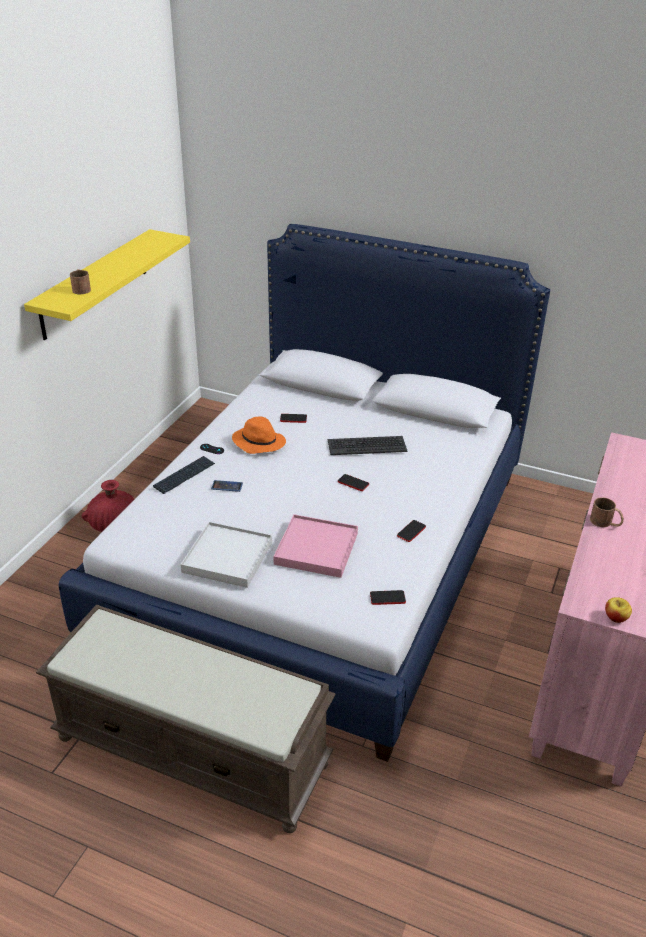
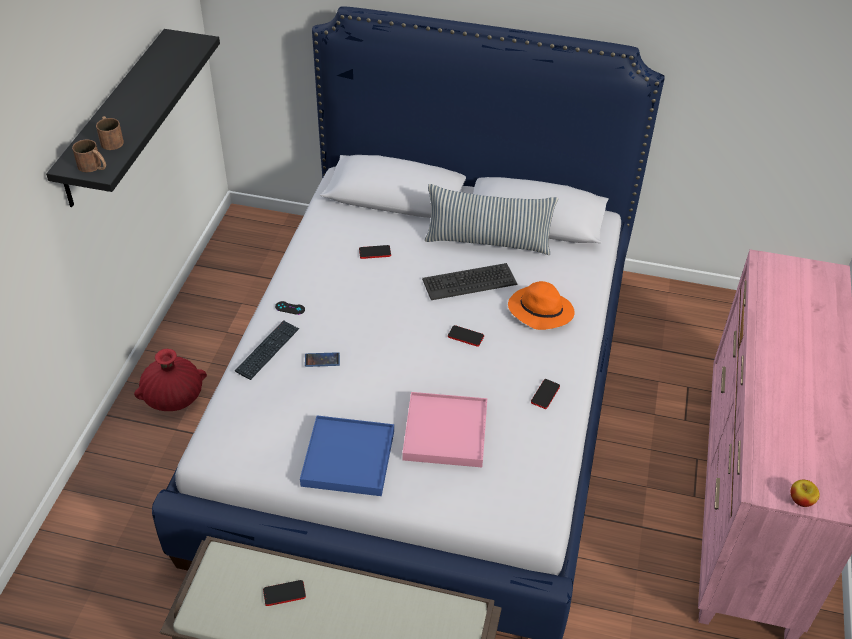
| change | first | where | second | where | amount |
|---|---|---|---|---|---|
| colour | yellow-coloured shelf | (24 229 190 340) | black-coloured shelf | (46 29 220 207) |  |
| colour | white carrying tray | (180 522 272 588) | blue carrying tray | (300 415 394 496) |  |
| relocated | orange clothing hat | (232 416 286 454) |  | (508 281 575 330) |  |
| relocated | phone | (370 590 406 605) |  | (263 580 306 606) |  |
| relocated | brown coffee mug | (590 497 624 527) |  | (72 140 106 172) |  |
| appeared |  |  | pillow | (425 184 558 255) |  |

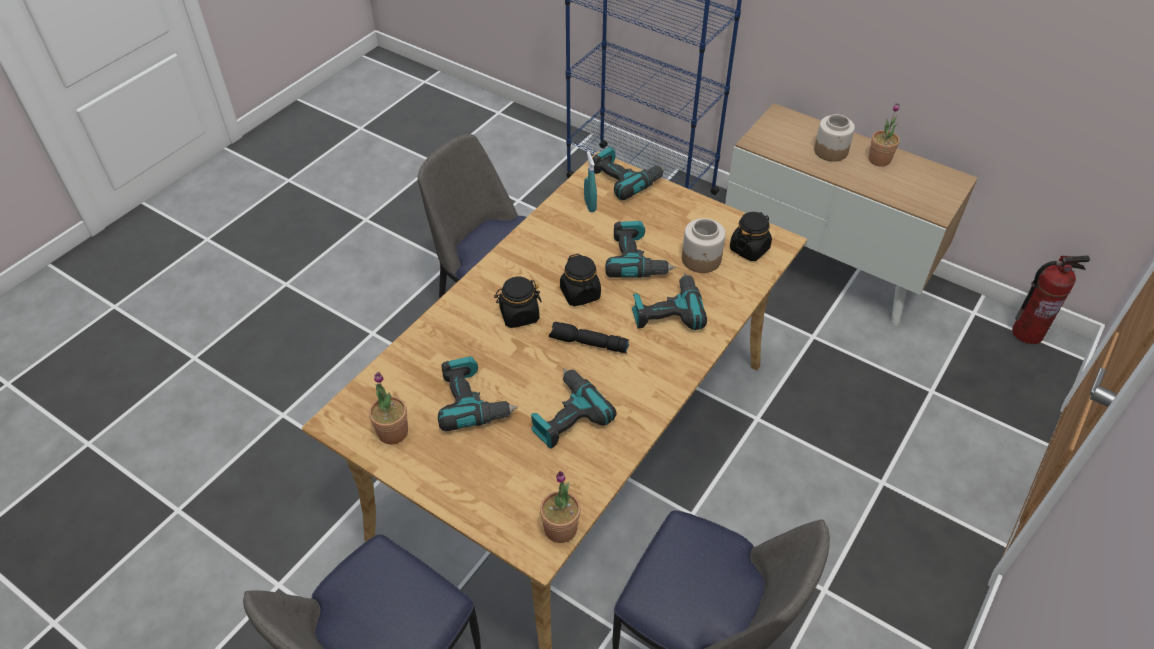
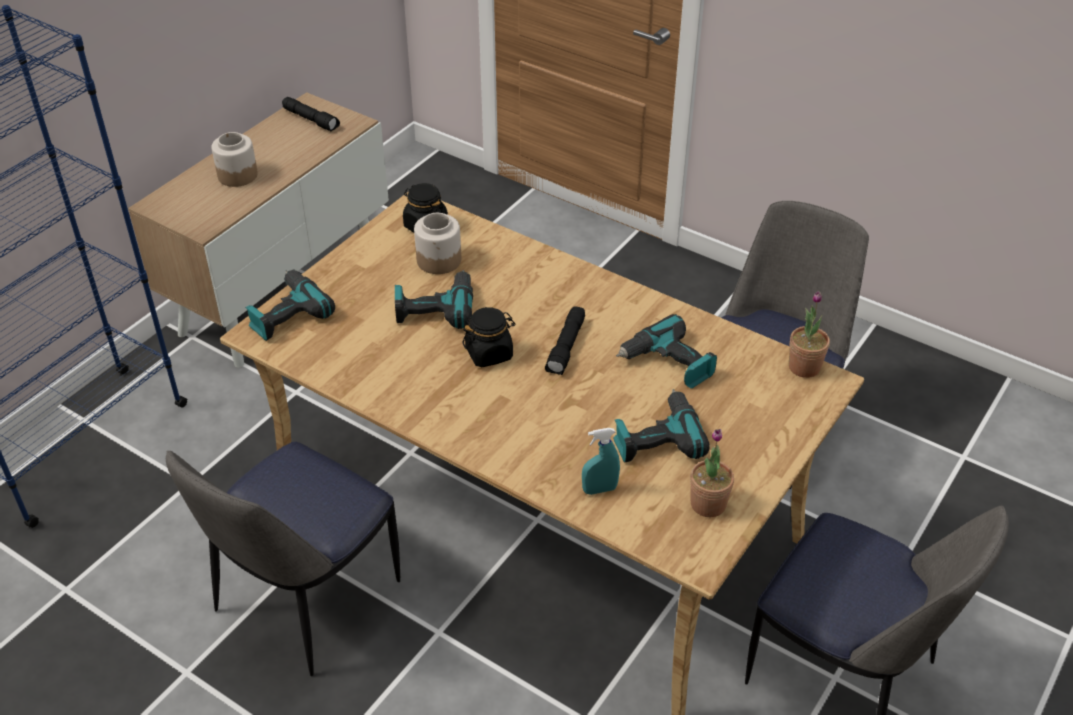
| change | first | where | second | where | amount |
|---|---|---|---|---|---|
| missing | black-coloured jar | (494 277 542 328) |  |  |  |
| relocated | turquoise-coloured spray bottle | (584 152 597 212) |  | (582 428 620 495) |  |
| missing | power drill | (632 273 707 330) |  |  |  |
| missing | plant in a pot | (869 103 900 167) |  |  |  |
| missing | extinguisher | (1012 255 1090 344) |  |  |  |
| appeared |  |  | black-coloured hand torch | (282 97 340 131) |  |

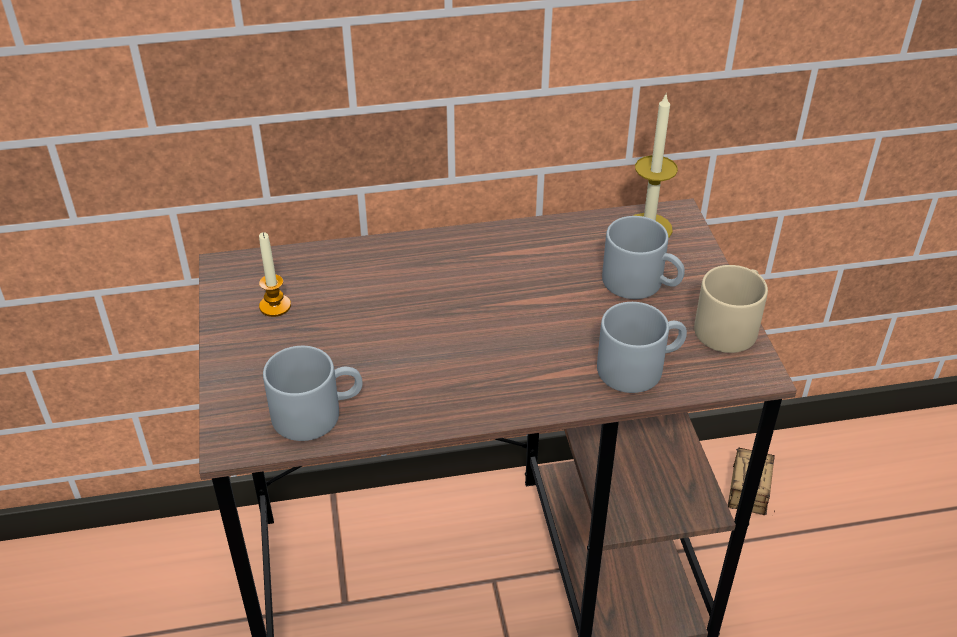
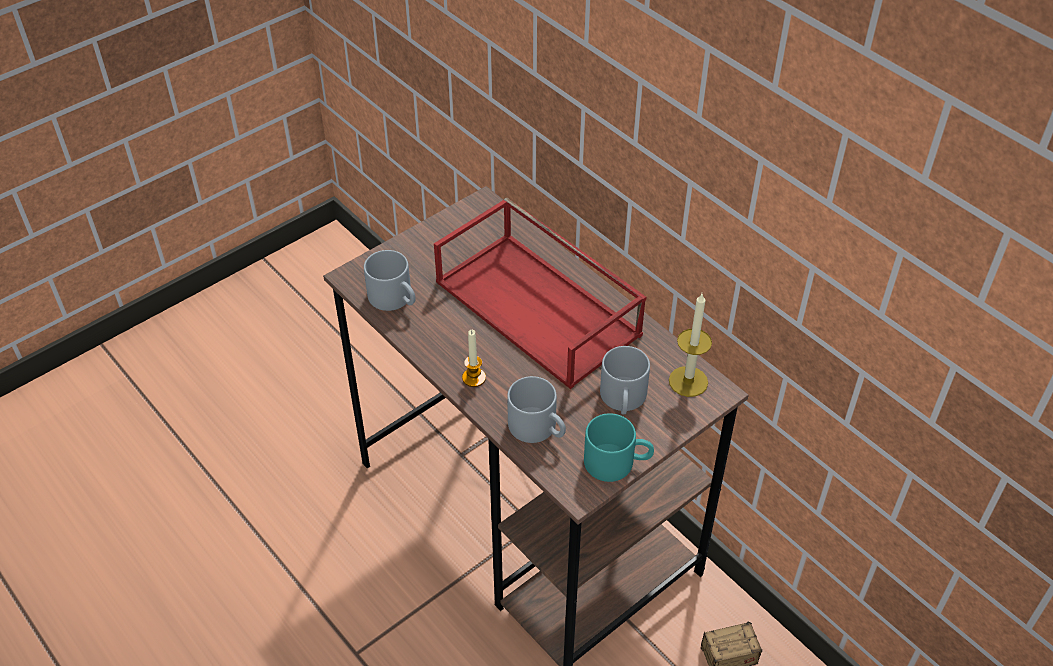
| change | first | where | second | where | amount |
|---|---|---|---|---|---|
| relocated | candle | (259 232 291 317) |  | (462 330 486 387) |  |
| colour | beige-coloured coffee mug | (694 265 768 353) | turquoise-coloured coffee mug | (584 413 654 482) |  |
| appeared |  |  | red-coloured carrying tray | (434 197 646 389) |  |

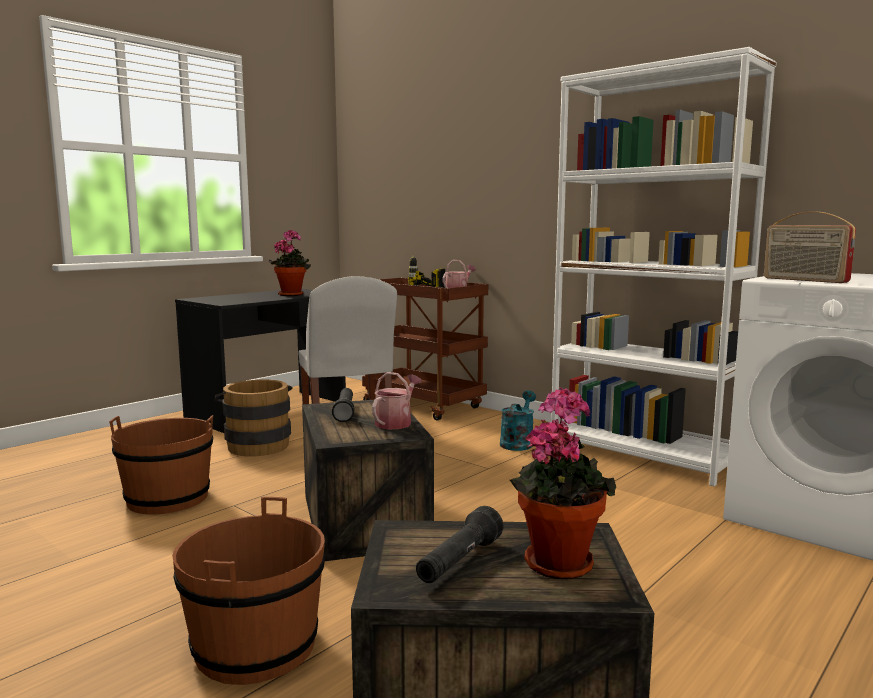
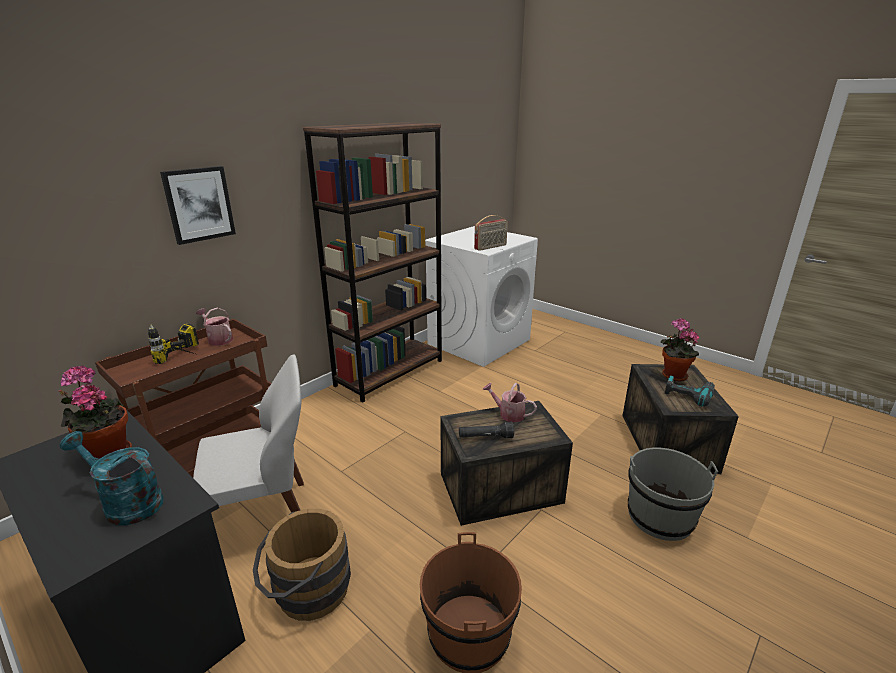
| change | first | where | second | where | amount |
|---|---|---|---|---|---|
| colour | brown pail | (172 497 325 685) | greyish pail | (628 448 718 541) |  |
| exchanged | black-coloured hand torch | (416 506 504 583) | power drill | (665 375 715 407) |  |
| relocated | turquoise-coloured sprinkling can | (500 390 536 451) |  | (60 431 164 526) |  |
| colour | white bookshelf | (551 47 777 487) | brown bookshelf | (303 122 442 403) |  |
| appeared |  |  | wall picture | (160 166 236 245) |  |

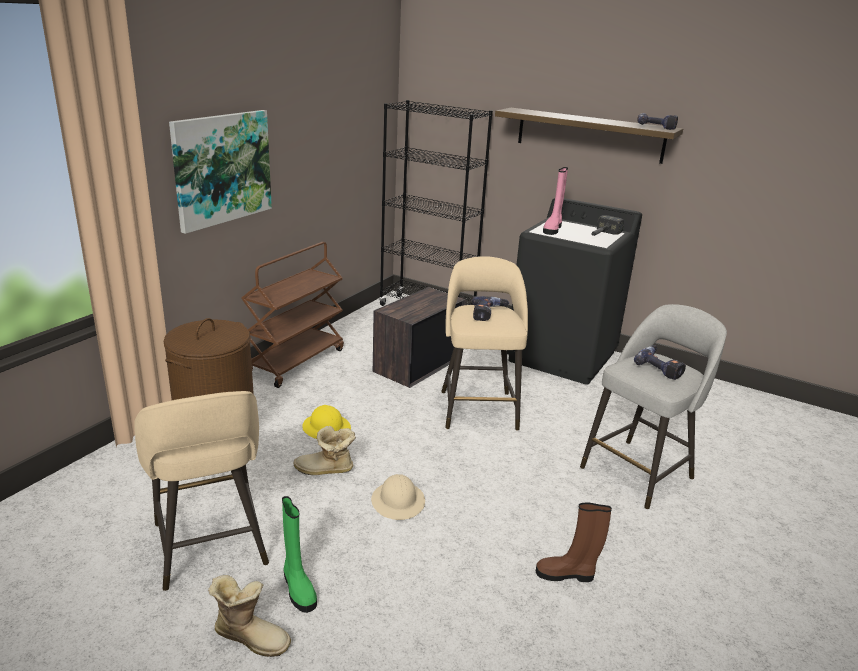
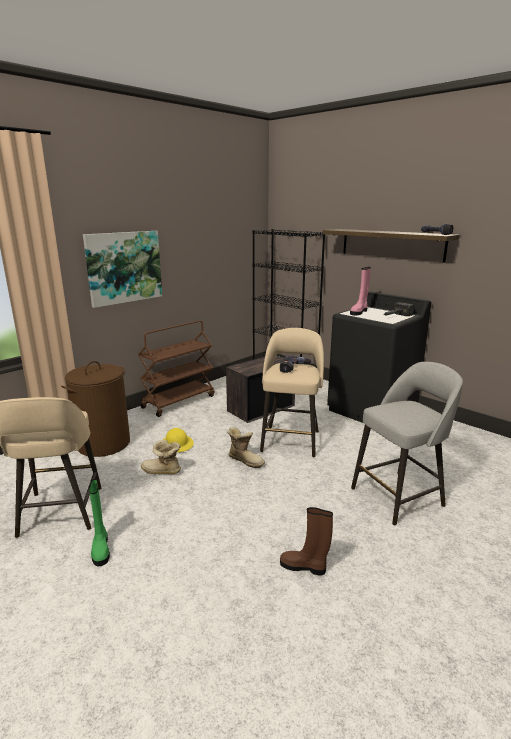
| change | first | where | second | where | amount |
|---|---|---|---|---|---|
| relocated | boot | (208 575 291 657) |  | (227 427 265 468) |  |
| missing | beige-coloured safety helmet | (371 474 425 520) |  |  |  |
| missing | power drill | (634 345 686 380) |  |  |  |

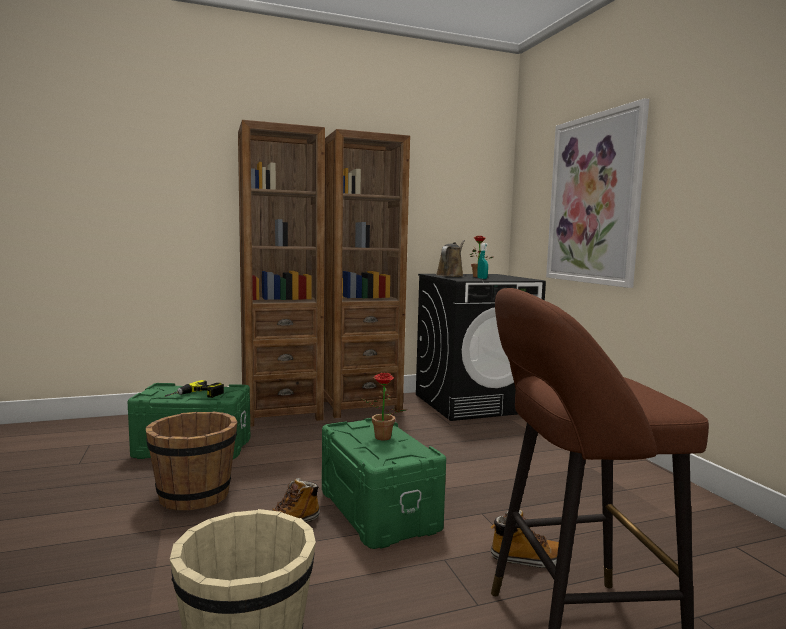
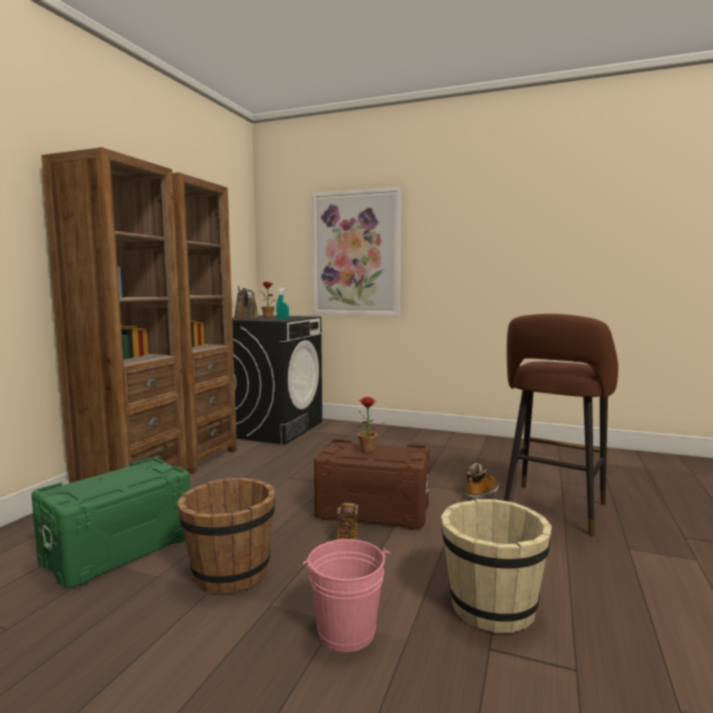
| change | first | where | second | where | amount |
|---|---|---|---|---|---|
| missing | power drill | (165 380 224 398) |  |  |  |
| colour | green storage bin | (322 418 446 549) | brown storage bin | (314 439 430 529) |  |
| appeared |  |  | pink pail | (303 539 390 652) |  |

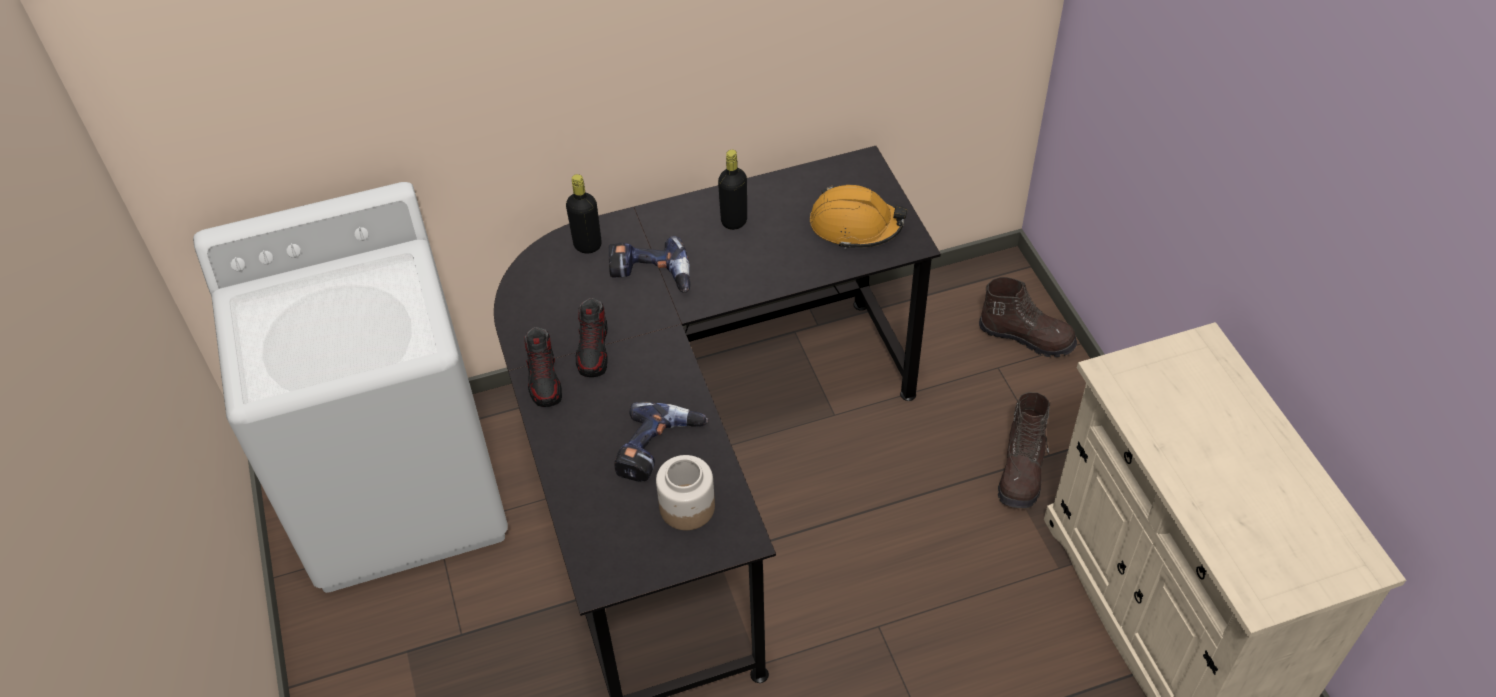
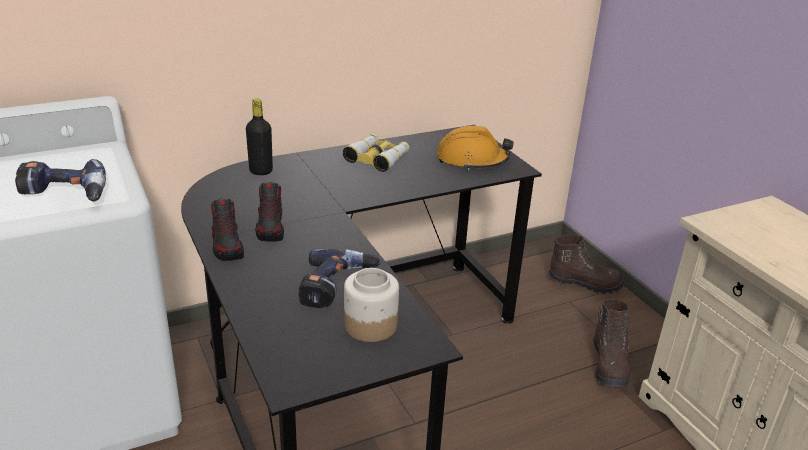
| change | first | where | second | where | amount |
|---|---|---|---|---|---|
| relocated | power drill | (609 236 690 293) |  | (15 159 106 201) |  |
| exchanged | black-coloured beverage bottle | (718 150 747 230) | field glasses | (342 134 409 172) |  |

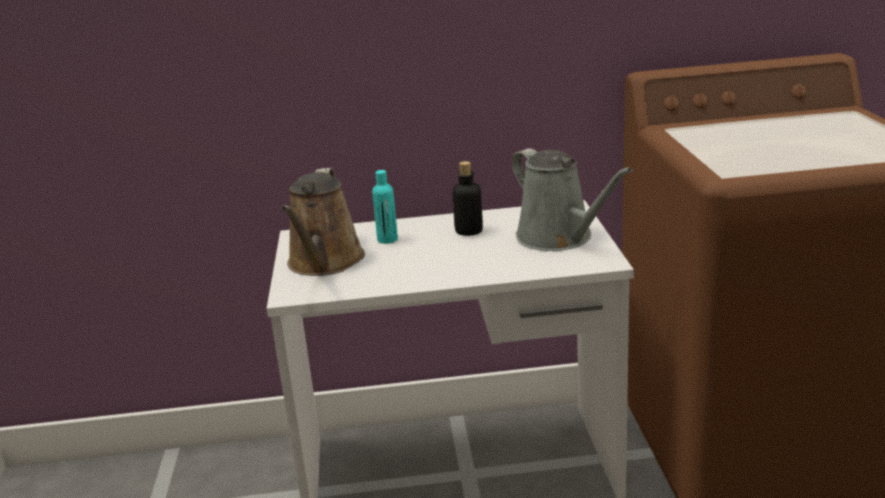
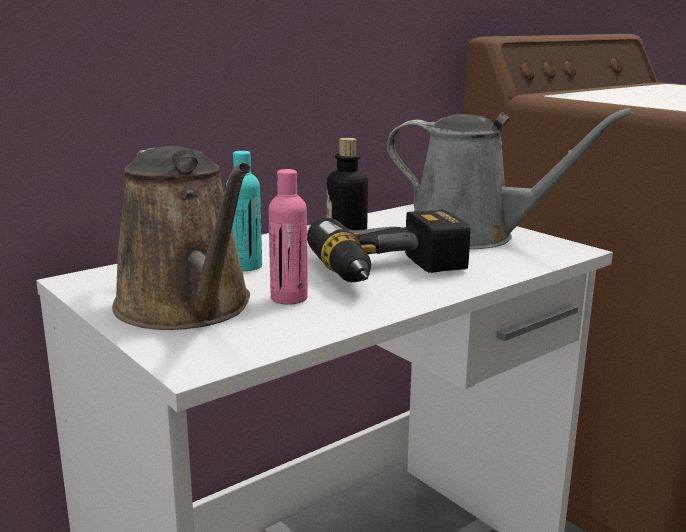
| change | first | where | second | where | amount |
|---|---|---|---|---|---|
| appeared |  |  | pink beverage bottle | (269 169 308 305) |  |
| appeared |  |  | power drill | (307 210 470 282) |  |

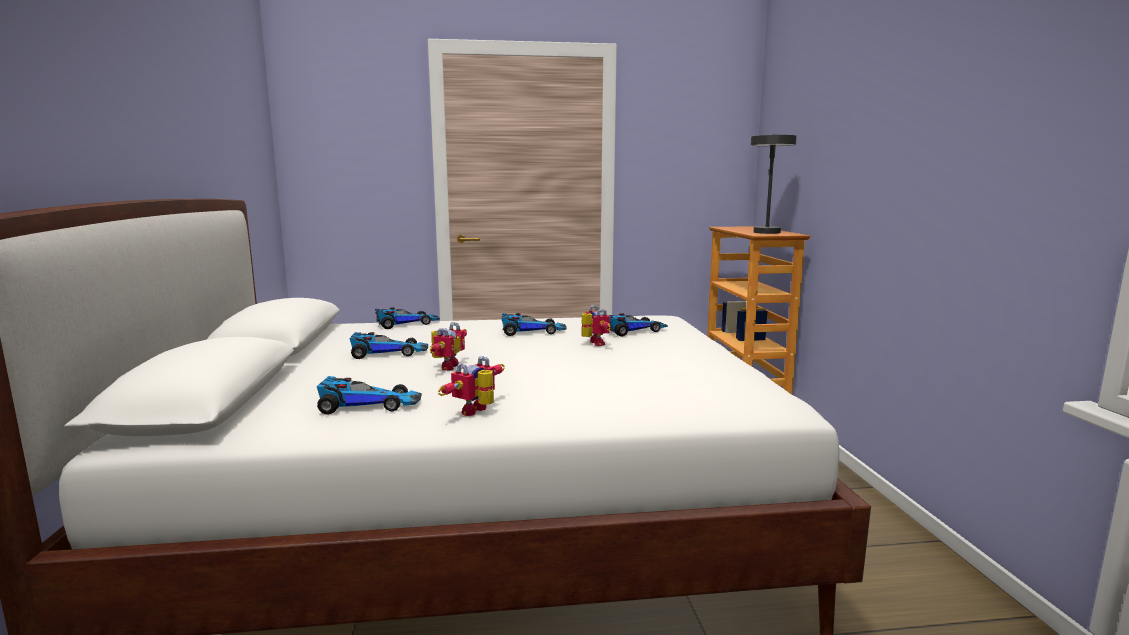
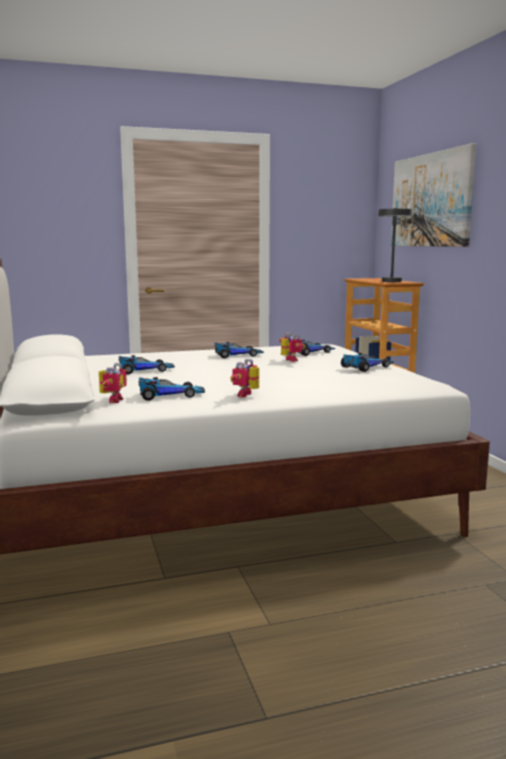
| change | first | where | second | where | amount |
|---|---|---|---|---|---|
| relocated | miniature car | (375 307 440 329) |  | (341 353 394 372) |  |
| relocated | robot figure | (430 322 467 371) |  | (99 363 127 403) |  |
| appeared |  |  | wall picture | (391 143 476 247) |  |

